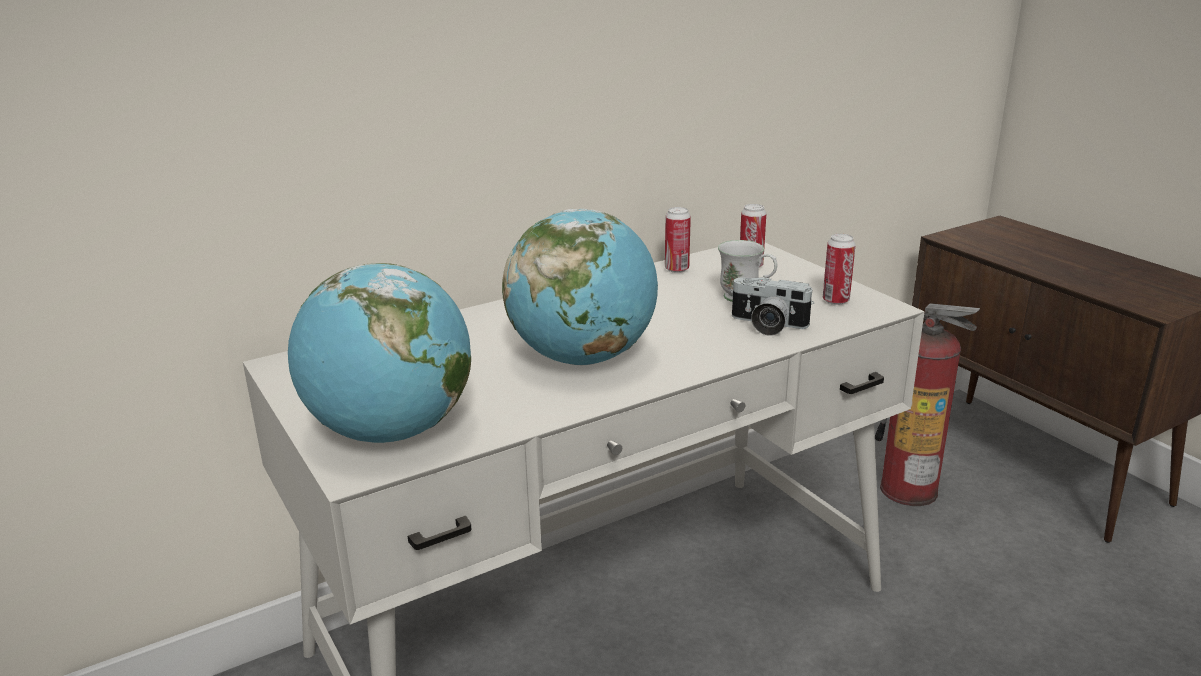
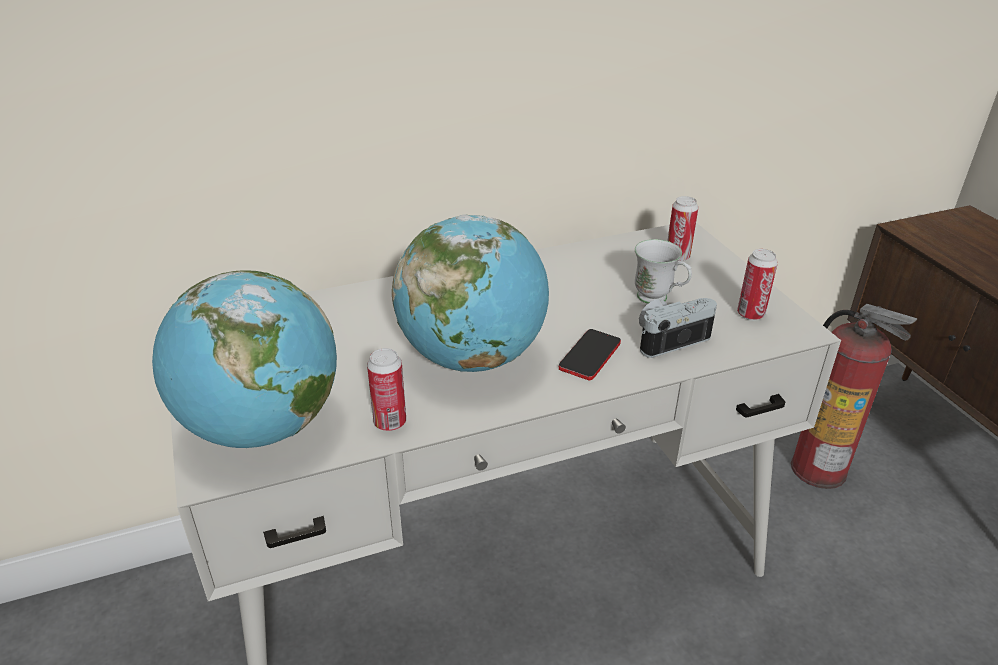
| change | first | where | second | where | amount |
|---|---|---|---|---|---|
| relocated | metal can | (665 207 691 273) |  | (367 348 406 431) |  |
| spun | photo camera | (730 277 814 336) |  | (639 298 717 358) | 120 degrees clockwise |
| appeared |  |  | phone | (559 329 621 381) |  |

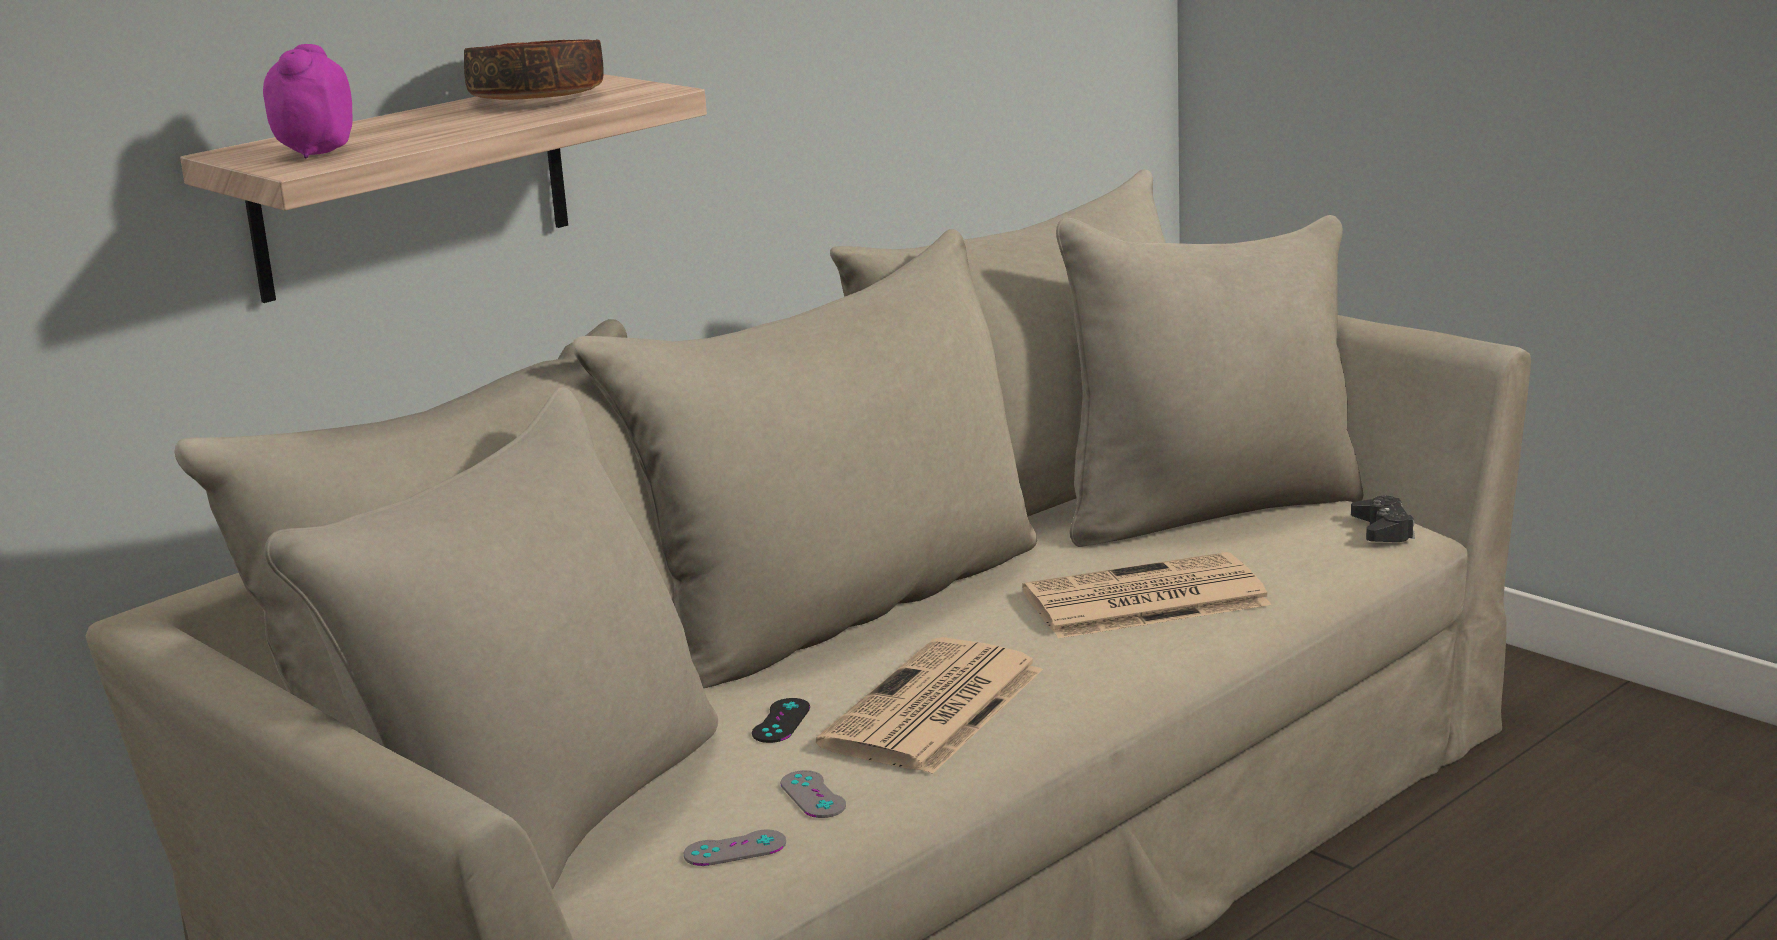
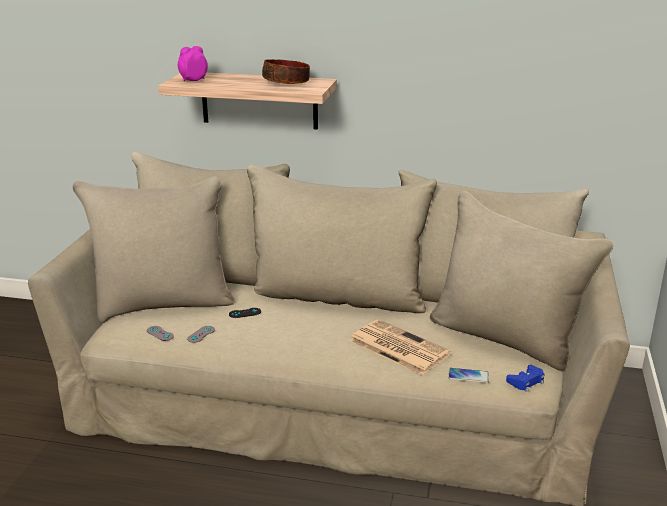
| change | first | where | second | where | amount |
|---|---|---|---|---|---|
| missing | newspaper | (816 637 1043 774) |  |  |  |
| colour | black-coloured game controller | (1351 495 1415 542) | blue game controller | (506 365 545 392) |  |
| appeared |  |  | phone | (448 368 489 383) |  |

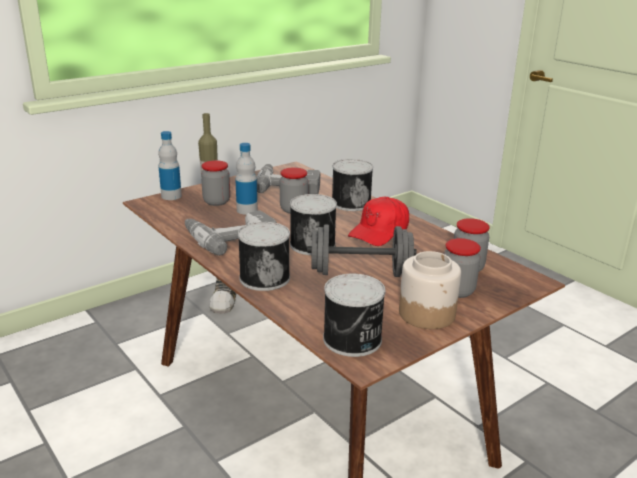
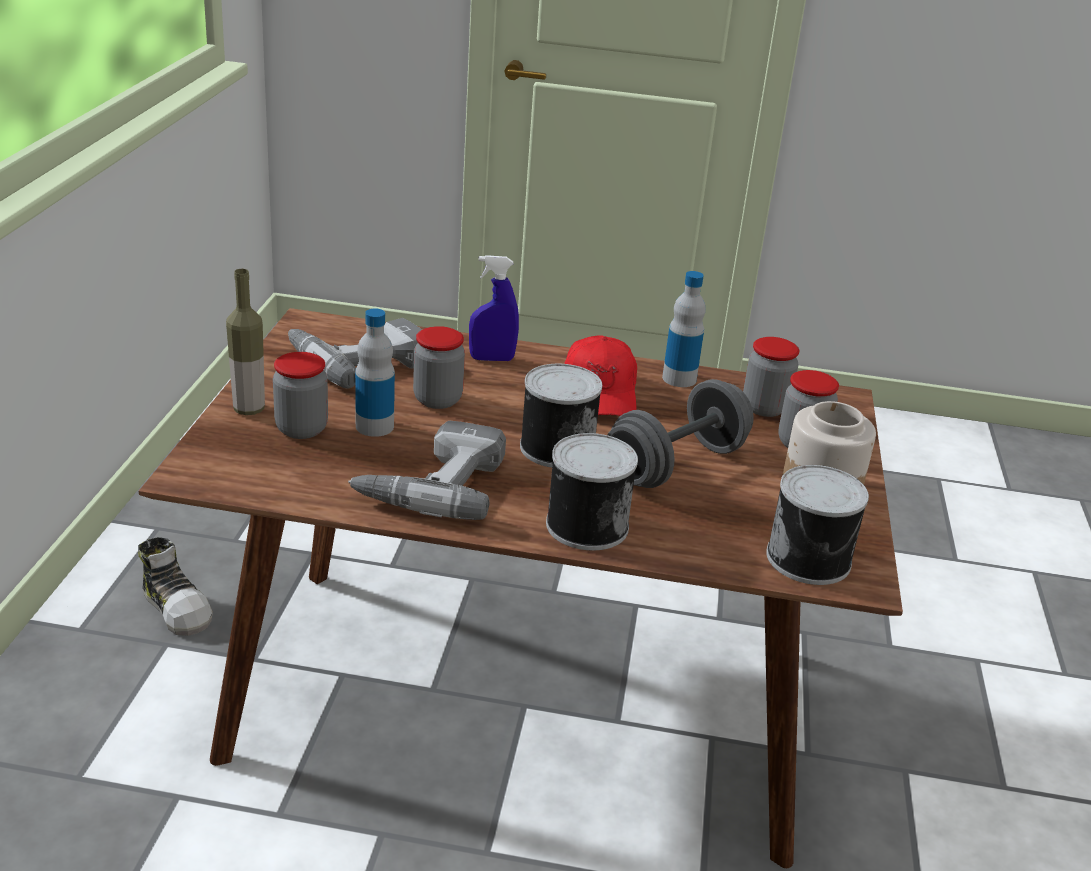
| change | first | where | second | where | amount |
|---|---|---|---|---|---|
| relocated | beverage bottle | (158 131 182 200) |  | (662 271 706 387) |  |
| exchanged | metal can | (332 159 373 211) | blue spray bottle | (469 255 519 361) |  |

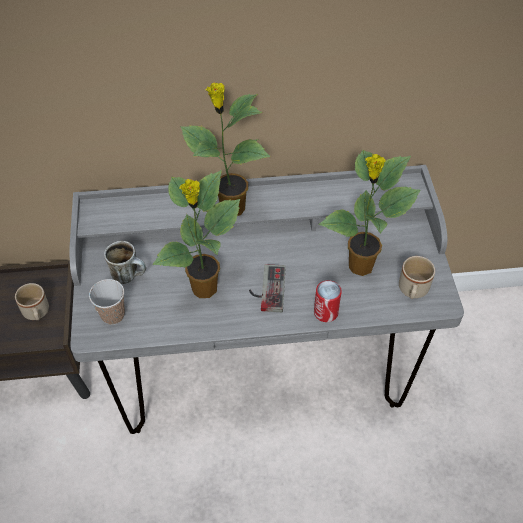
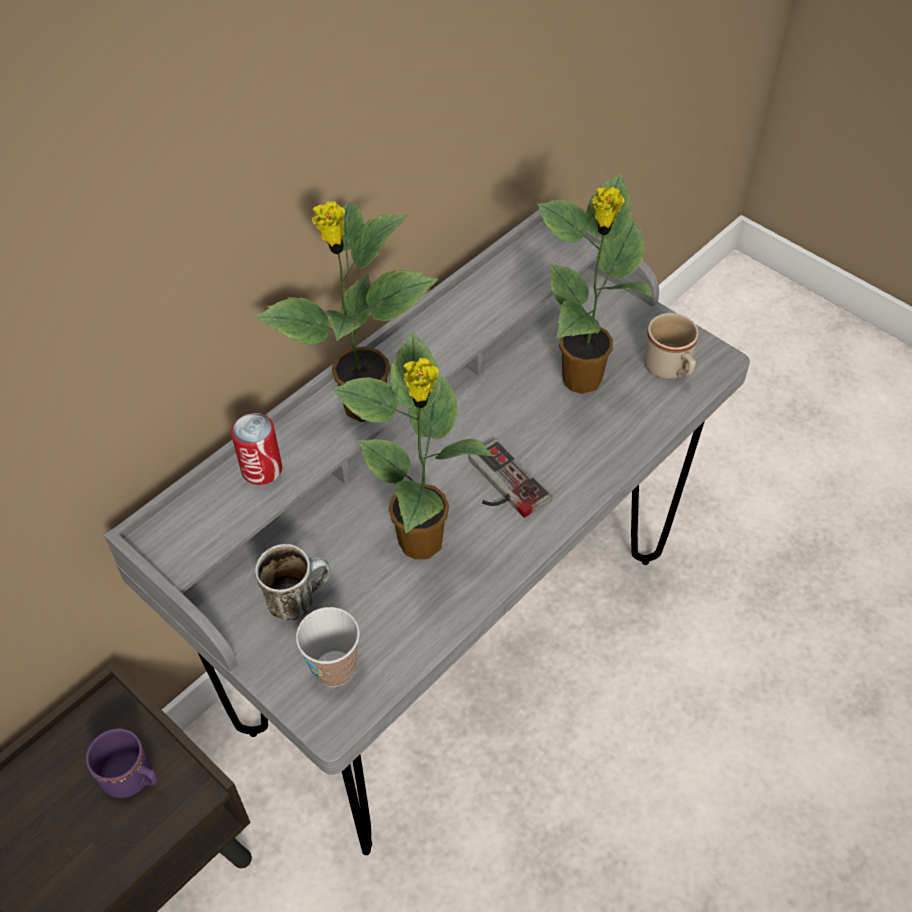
| change | first | where | second | where | amount |
|---|---|---|---|---|---|
| colour | beige-coloured coffee mug | (15 283 49 320) | purple-coloured coffee mug | (86 728 158 798) |  |
| relocated | metal can | (314 280 342 322) |  | (231 413 282 485) |  |

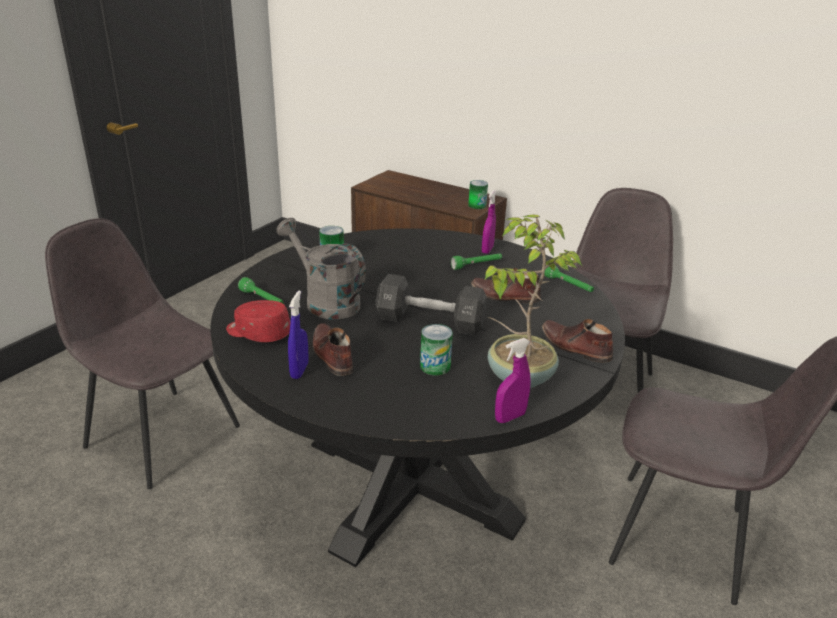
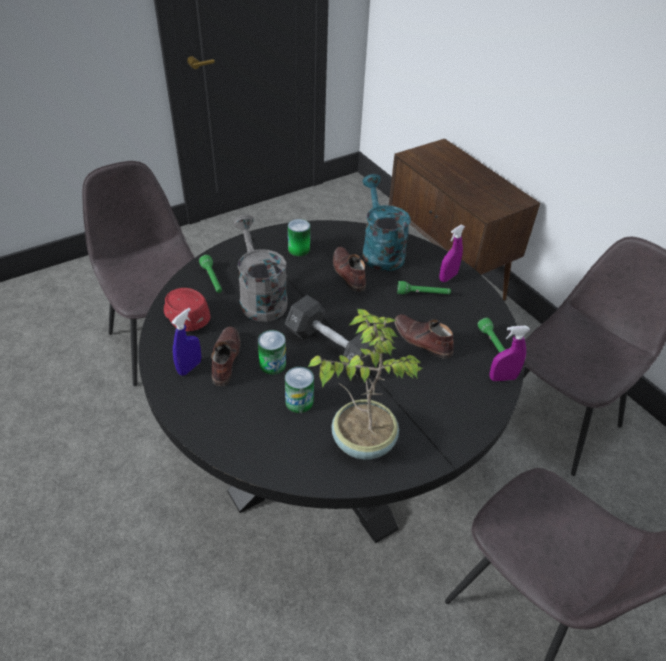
| change | first | where | second | where | amount |
|---|---|---|---|---|---|
| relocated | metal can | (468 180 488 209) |  | (258 330 286 375) |  |
| relocated | purple-coloured spray bottle | (495 338 530 423) |  | (489 326 530 381) |  |
| relocated | brown item of footwear | (542 319 613 363) |  | (333 247 366 291) |  |
| appeared |  |  | turquoise-coloured sprinkling can | (362 174 411 271) |  |

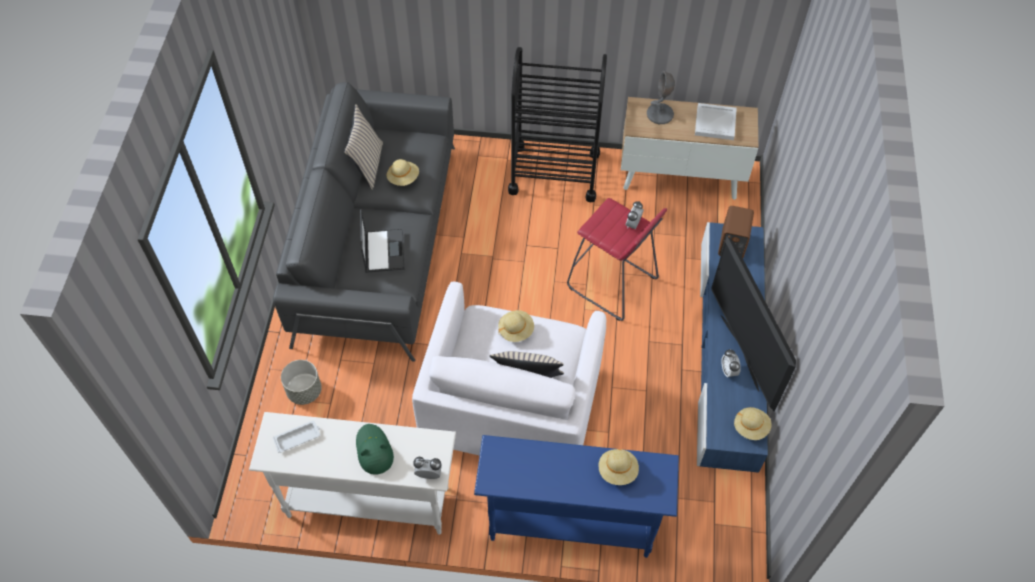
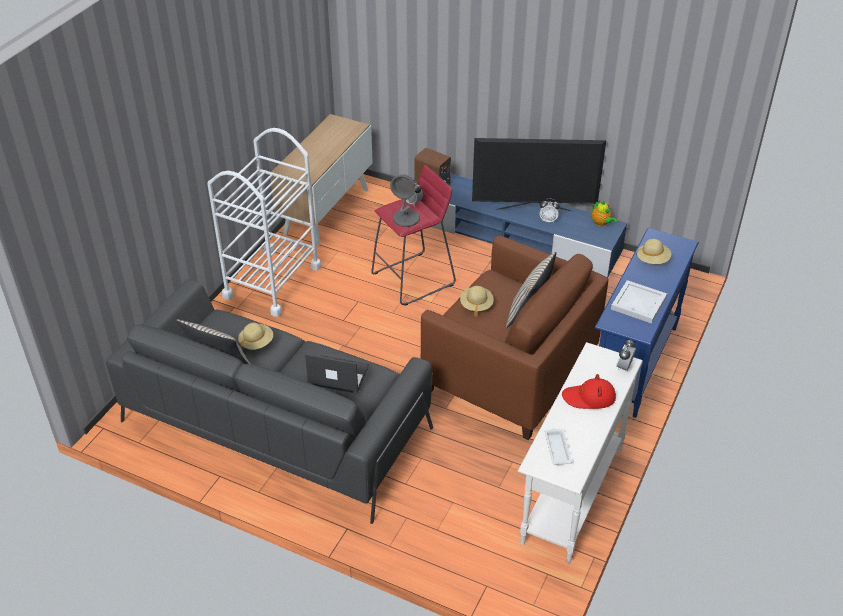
| change | first | where | second | where | amount |
|---|---|---|---|---|---|
| missing | greyish plant pot | (281 360 322 405) |  |  |  |
| colour | green clothing hat | (356 424 394 475) | red-coloured clothing hat | (562 374 616 409) |  |
| colour | white lounge chair | (412 281 606 456) | brown lounge chair | (420 236 608 440) |  |
| colour | black-coloured cart | (508 47 607 202) | white cart | (207 128 321 317) |  |
| relocated | greyish tabletop lamp | (647 71 675 124) |  | (390 174 420 227) |  |
| relocated | white carrying tray | (695 103 737 140) |  | (611 280 667 324) |  |
| exchanged | beige-coloured clothing hat | (734 407 772 440) | teapot | (592 201 617 226) |  |

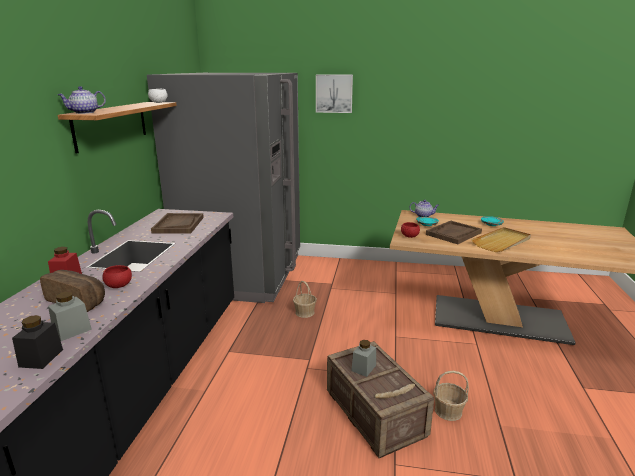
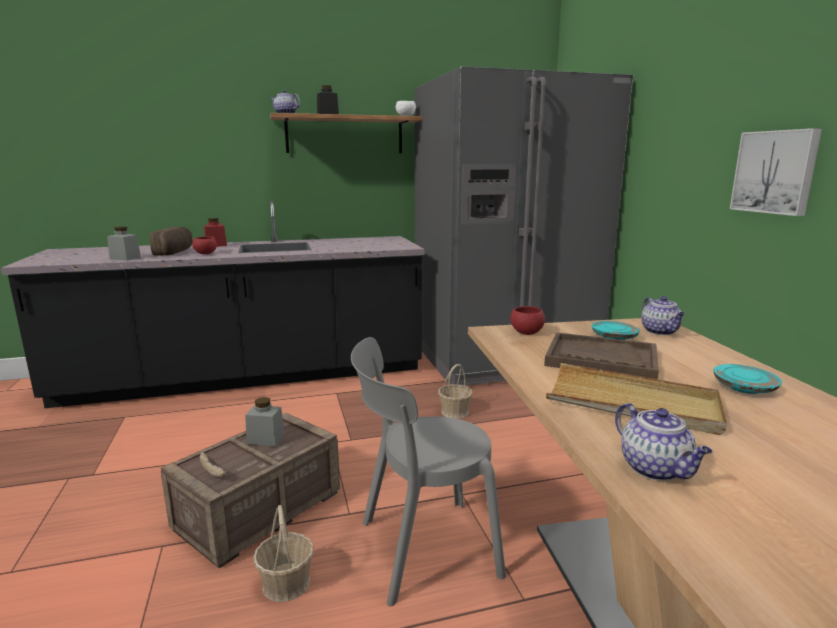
| change | first | where | second | where | amount |
|---|---|---|---|---|---|
| relocated | black-coloured jar | (12 315 63 369) |  | (317 85 339 114) |  |
| missing | brown carrying tray | (151 213 204 234) |  |  |  |
| relocated | wall picture | (316 74 353 113) |  | (730 128 822 216) |  |
| appeared |  |  | greyish chair | (351 337 506 606) |  |
| appeared |  |  | teapot | (615 403 713 481) |  |

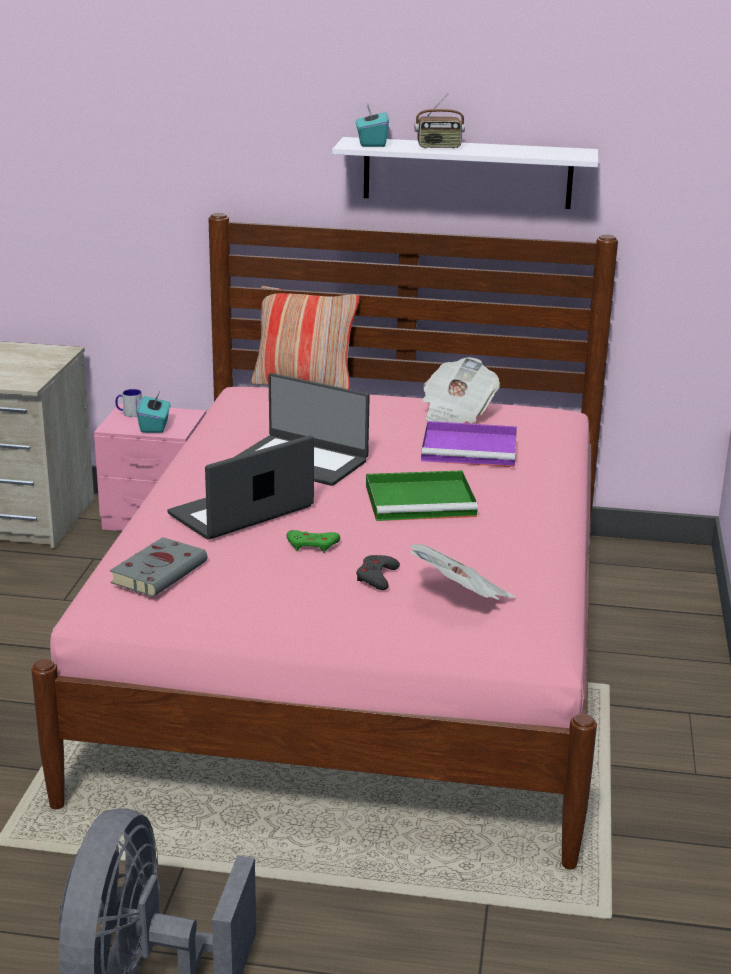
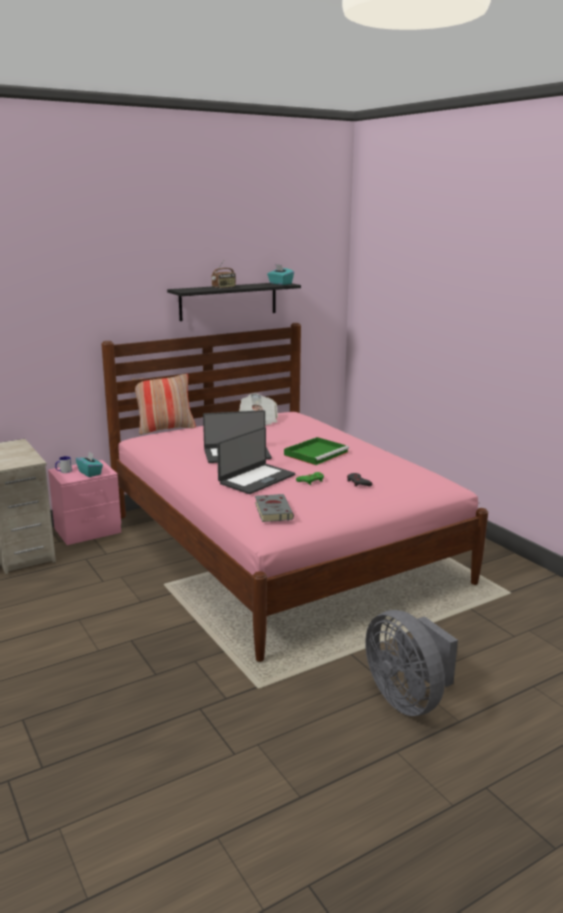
| change | first | where | second | where | amount |
|---|---|---|---|---|---|
| spun | notebook computer | (167 435 314 540) |  | (217 427 295 494) | 150 degrees counterclockwise |
| colour | white shelf | (332 137 598 209) | black-coloured shelf | (167 283 301 321) |  |
| relocated | turquoise-coloured tissue holder | (356 105 389 147) |  | (267 264 294 285) |  |
| missing | newspaper | (409 544 515 600) |  |  |  |
| missing | purple-coloured carrying tray | (421 421 517 467) |  |  |  |

